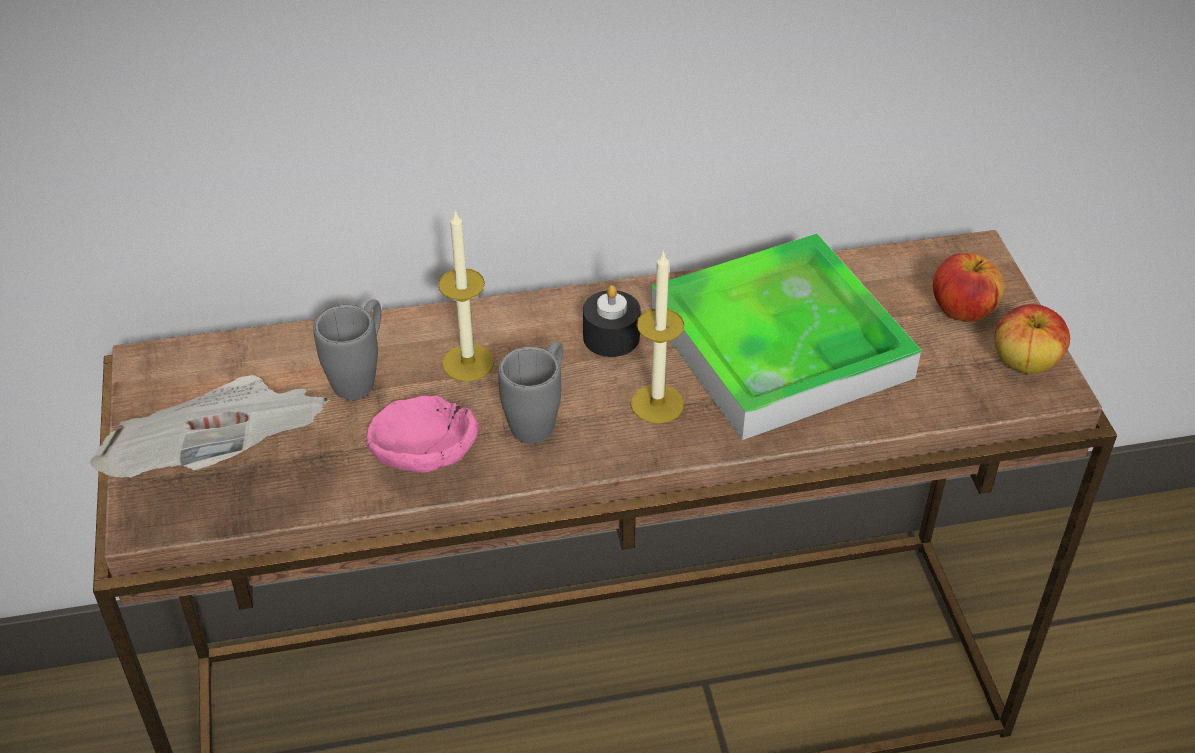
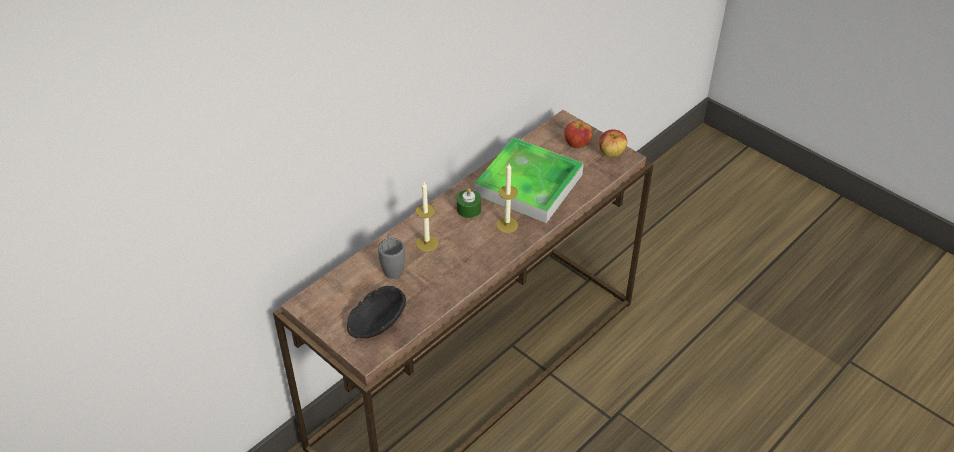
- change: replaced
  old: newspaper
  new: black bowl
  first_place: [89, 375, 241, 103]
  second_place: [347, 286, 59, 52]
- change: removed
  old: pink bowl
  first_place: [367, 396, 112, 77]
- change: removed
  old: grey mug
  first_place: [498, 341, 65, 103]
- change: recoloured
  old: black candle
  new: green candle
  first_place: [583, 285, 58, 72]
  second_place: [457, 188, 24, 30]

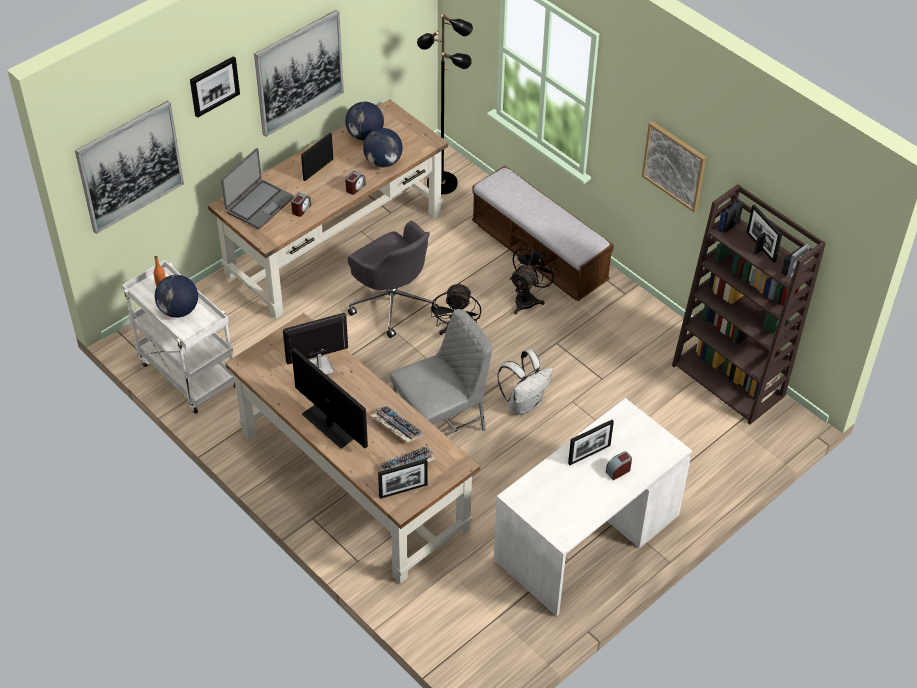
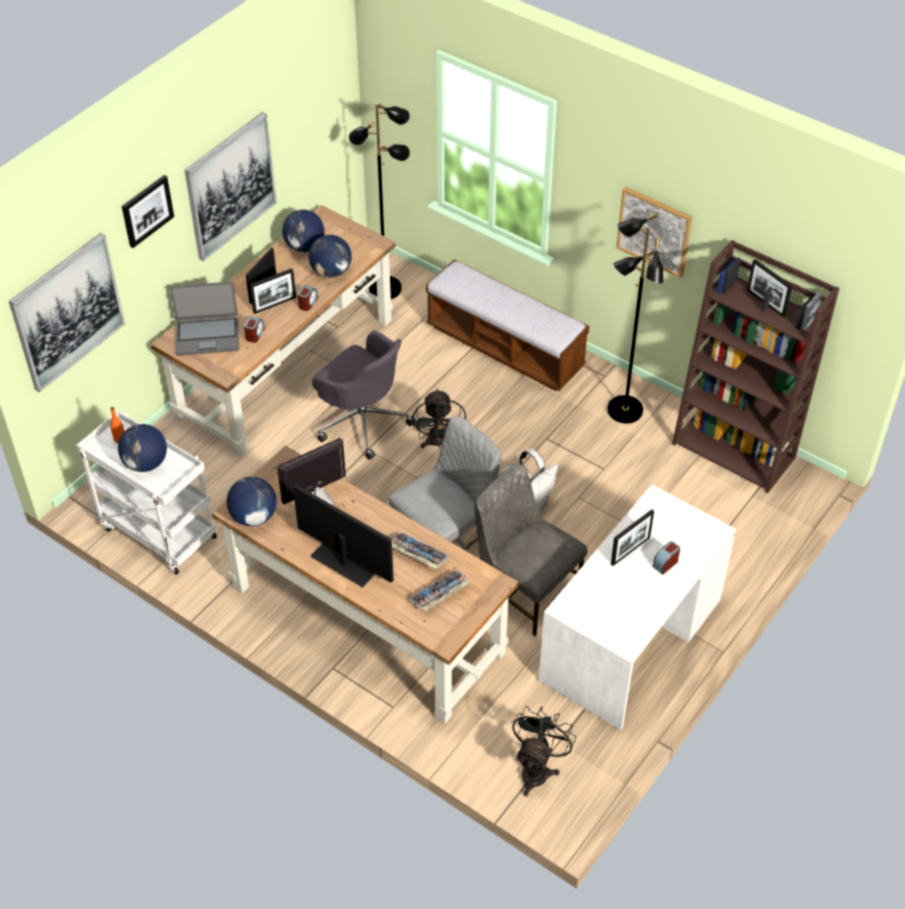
- change: turned
  old: laptop
  first_place: [221, 148, 73, 81]
  second_place: [170, 281, 69, 75]
  degrees: 60
- change: moved
  old: picture frame
  first_place: [378, 459, 50, 40]
  second_place: [249, 268, 47, 46]
- change: moved
  old: black fan
  first_place: [510, 243, 49, 72]
  second_place: [512, 706, 64, 91]
- change: added
  new: globe
  second_place: [227, 477, 50, 49]
- change: added
  new: grey chair
  second_place: [474, 464, 113, 172]
- change: added
  new: black floor lamp
  second_place: [608, 213, 55, 210]

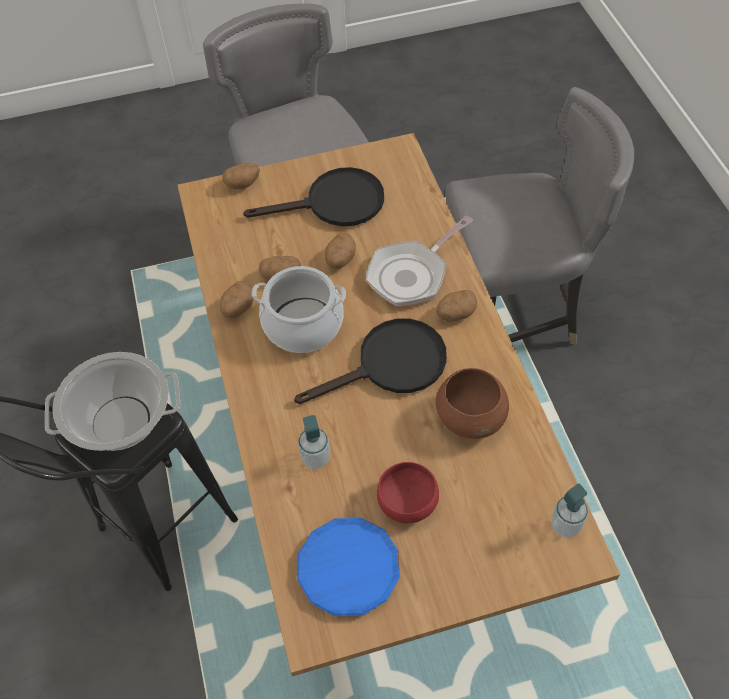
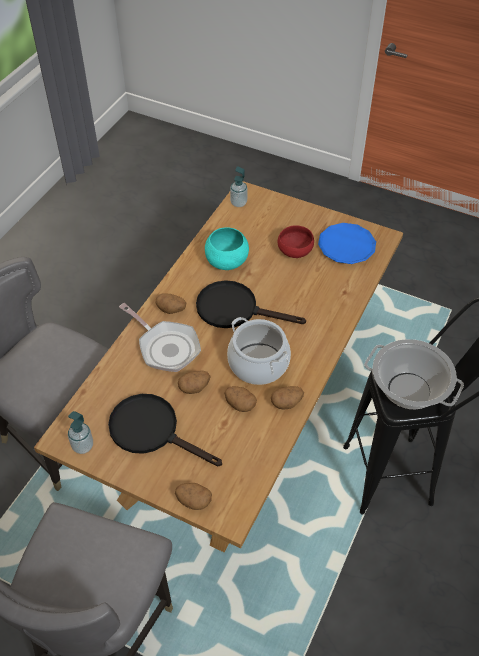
- change: moved
  old: soap dispenser
  first_place: [298, 415, 32, 54]
  second_place: [68, 411, 25, 43]
- change: turned
  old: frying pan
  first_place: [365, 216, 108, 91]
  second_place: [119, 303, 82, 69]
  degrees: 45
- change: recoloured
  old: brown bowl
  new: turquoise bowl
  first_place: [436, 368, 73, 71]
  second_place: [205, 227, 44, 43]

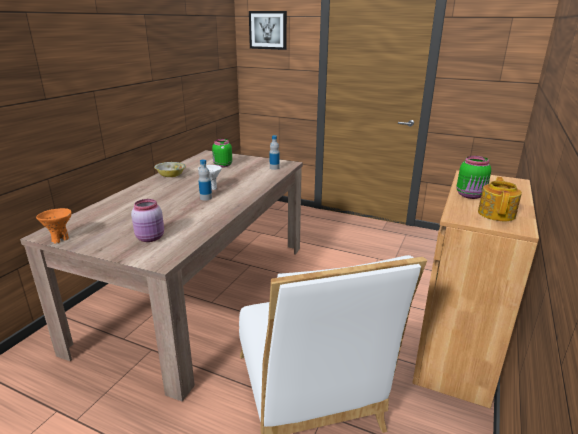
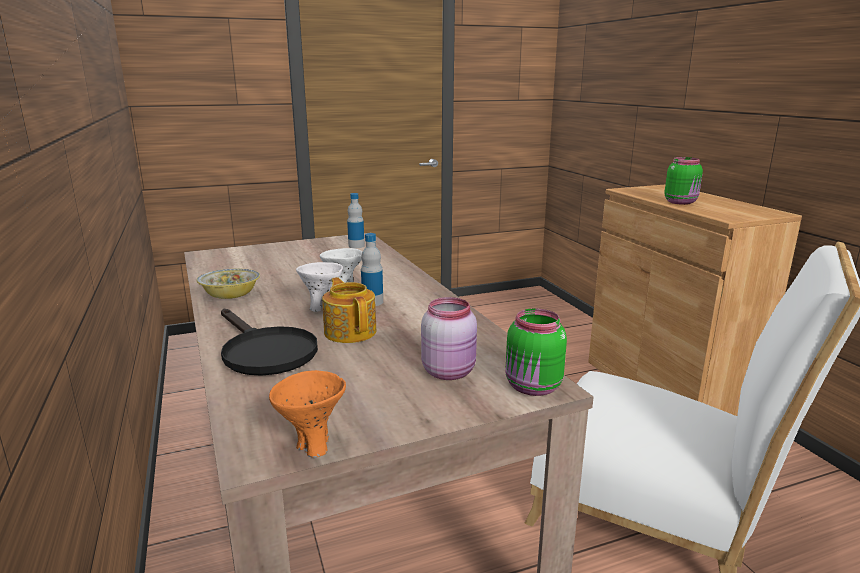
- change: moved
  old: green jar
  first_place: [212, 139, 20, 29]
  second_place: [505, 308, 62, 88]
- change: removed
  old: picture
  first_place: [249, 11, 38, 39]
- change: moved
  old: teapot
  first_place: [478, 177, 44, 44]
  second_place: [322, 277, 54, 66]
- change: added
  new: black frying pan
  second_place: [221, 309, 97, 67]
- change: added
  new: white bowl
  second_place: [296, 262, 47, 50]

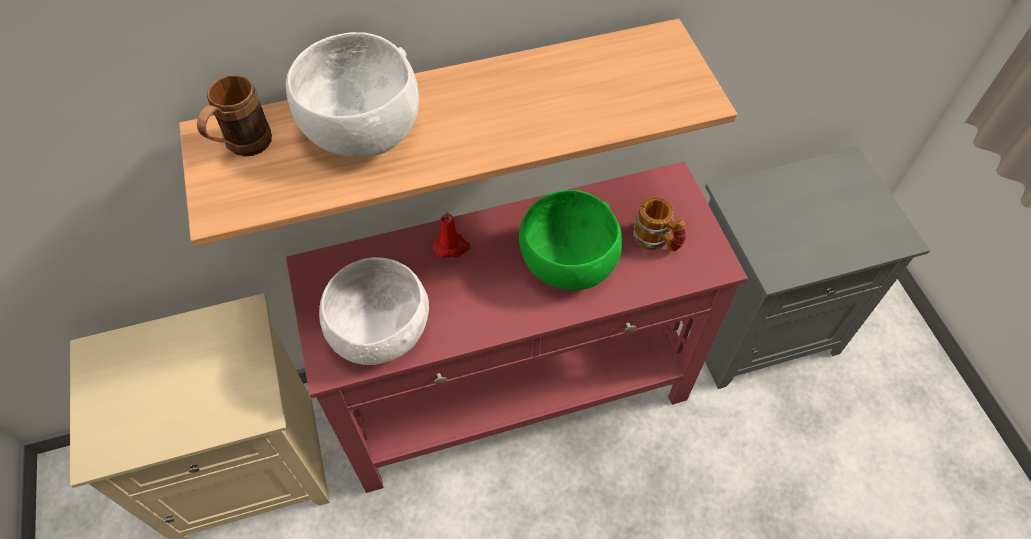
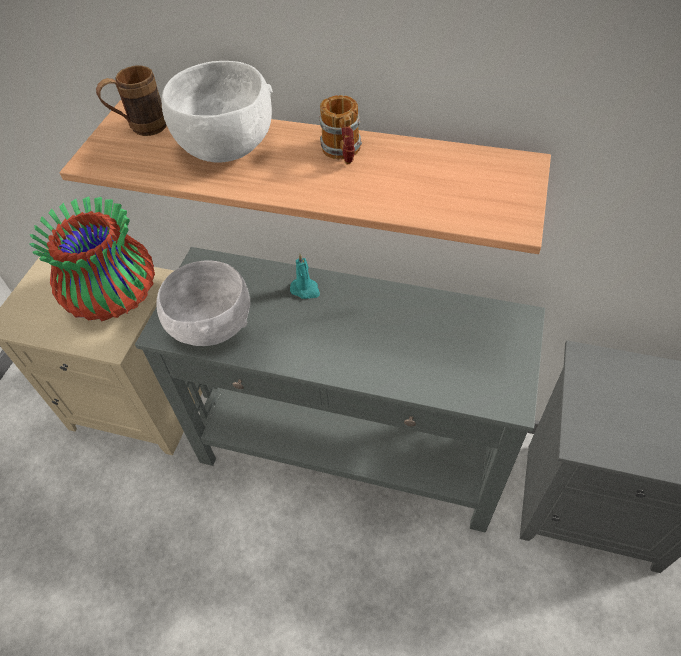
- change: recoloured
  old: red console table
  new: grey console table
  first_place: [286, 162, 462, 331]
  second_place: [135, 247, 410, 286]
- change: recoloured
  old: red candle
  new: turquoise candle
  first_place: [433, 211, 38, 47]
  second_place: [290, 254, 30, 45]
- change: removed
  old: green bowl
  first_place: [519, 190, 103, 100]
- change: moved
  old: mug
  first_place: [633, 197, 53, 55]
  second_place: [319, 95, 43, 70]
- change: added
  new: vase
  second_place: [29, 197, 126, 124]

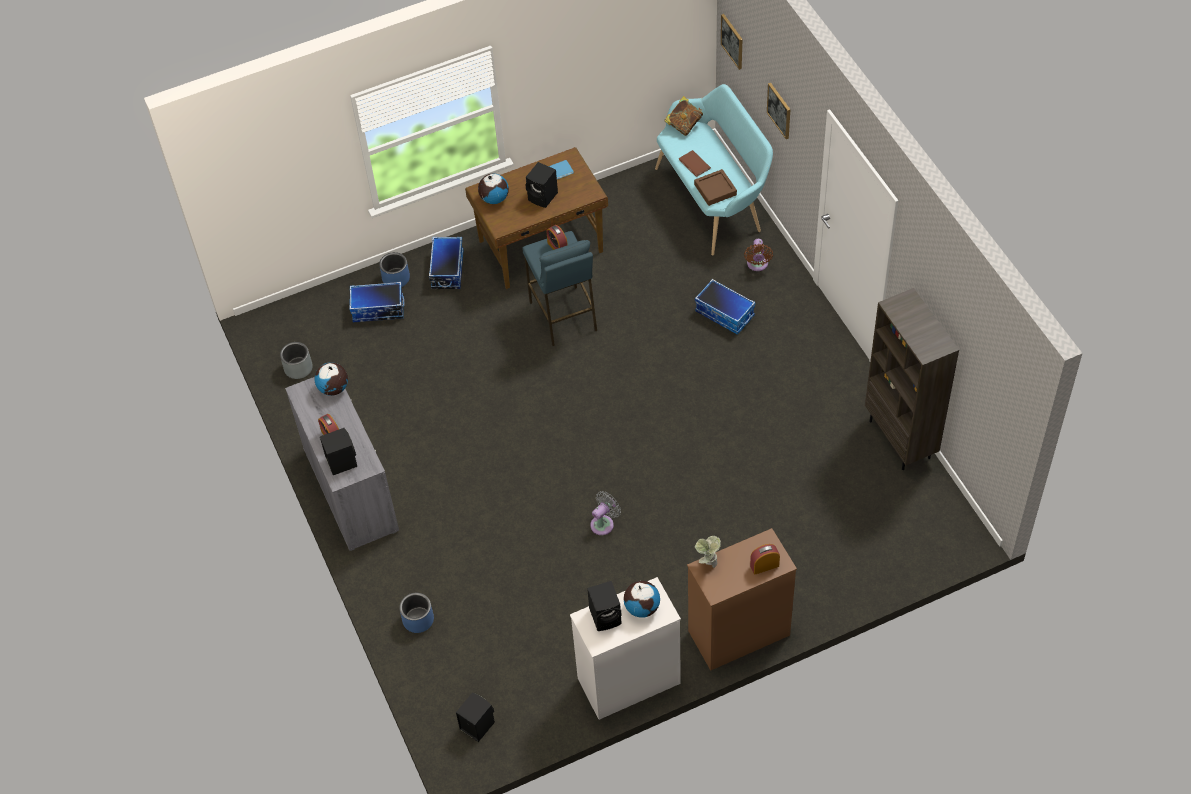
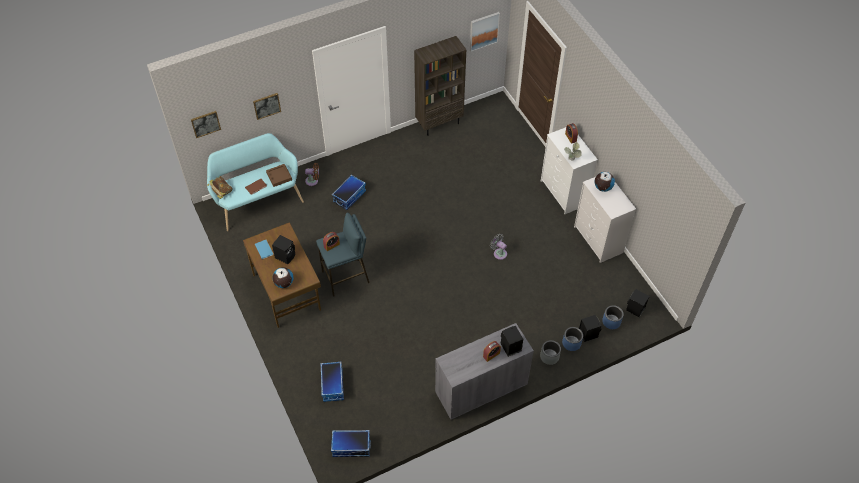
- change: moved
  old: grey planter
  first_place: [280, 342, 33, 37]
  second_place: [540, 340, 21, 25]
- change: removed
  old: globe
  first_place: [314, 362, 34, 34]
- change: moved
  old: blue planter
  first_place: [379, 252, 31, 35]
  second_place: [602, 305, 22, 24]
- change: moved
  old: storage box
  first_place: [429, 237, 34, 52]
  second_place: [331, 430, 40, 27]
- change: moved
  old: black speaker
  first_place: [587, 581, 35, 50]
  second_place: [579, 315, 22, 27]
- change: recoloured
  old: brown dresser
  new: white dresser
  first_place: [687, 528, 110, 143]
  second_place: [541, 127, 57, 87]
- change: added
  new: picture
  second_place: [470, 12, 30, 40]

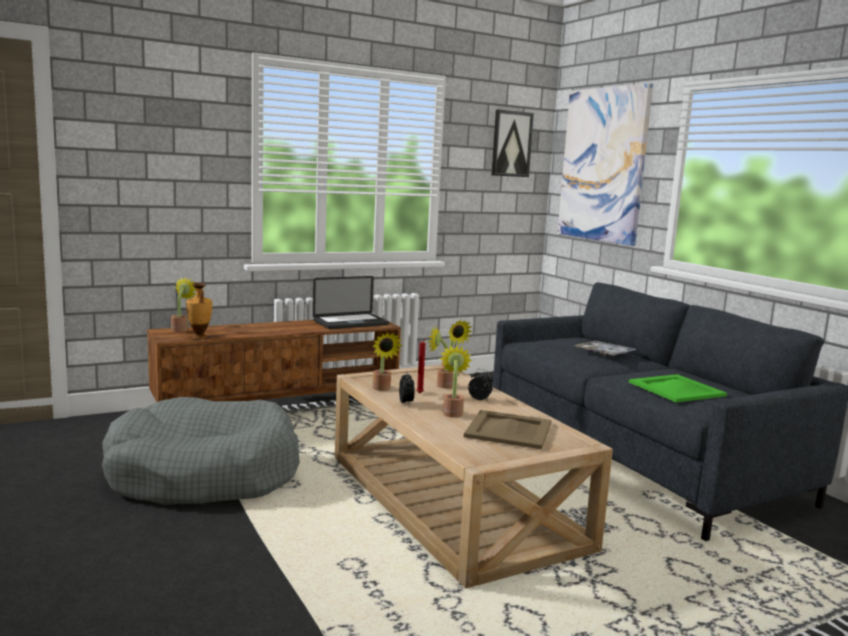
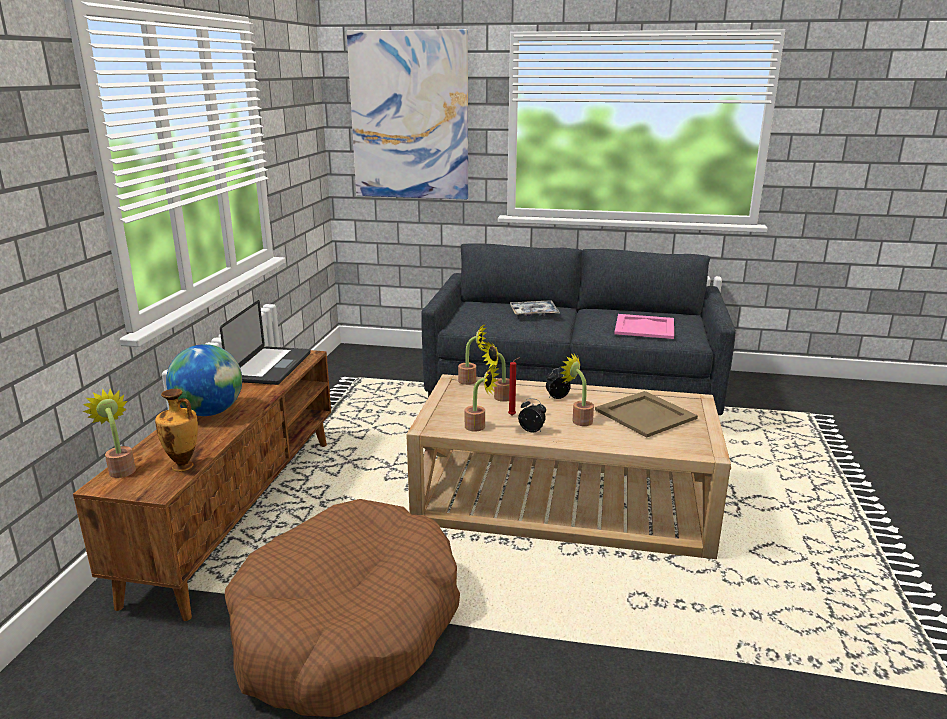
- change: recoloured
  old: grey dog bed
  new: brown dog bed
  first_place: [102, 397, 198, 108]
  second_place: [225, 499, 235, 218]
- change: removed
  old: picture
  first_place: [491, 109, 43, 68]
- change: recoloured
  old: green tray
  new: pink tray
  first_place: [629, 374, 98, 28]
  second_place: [614, 314, 60, 25]
- change: added
  new: globe
  second_place: [166, 344, 76, 72]

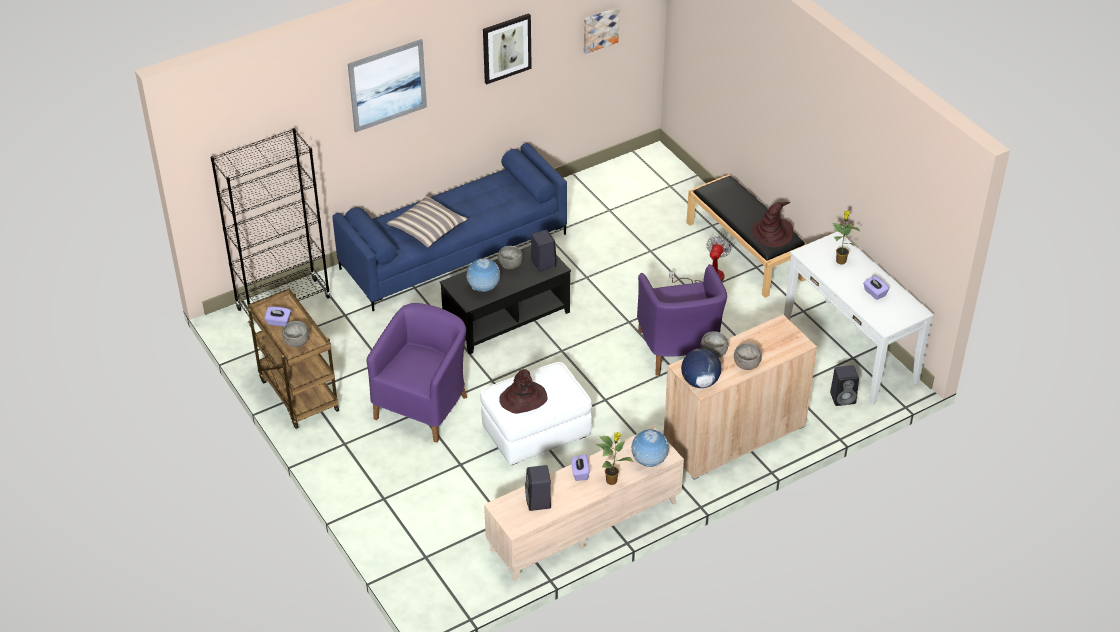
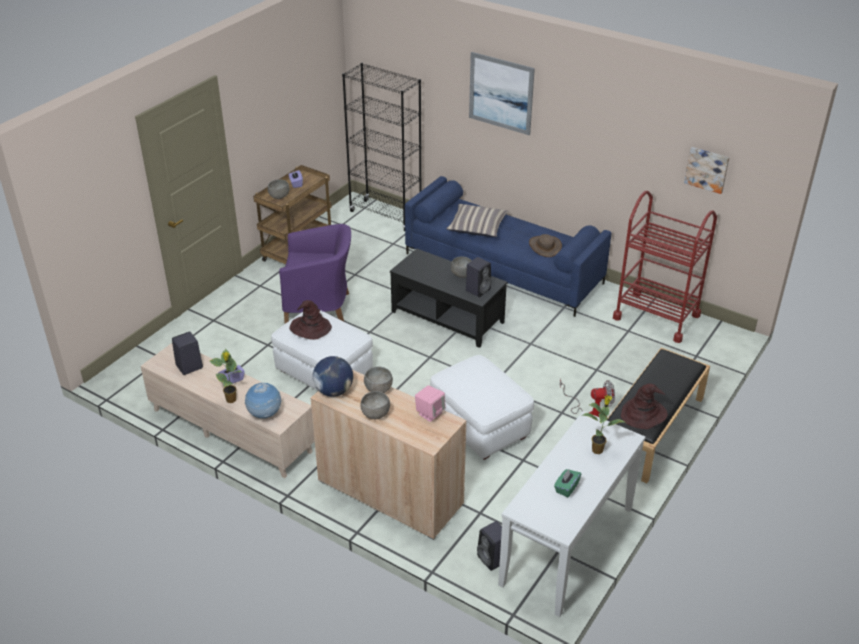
- change: removed
  old: globe
  first_place: [466, 258, 34, 34]
- change: removed
  old: picture
  first_place: [483, 13, 49, 71]
- change: replaced
  old: purple armchair
  new: white ottoman
  first_place: [637, 264, 90, 112]
  second_place: [430, 355, 104, 105]
- change: recoloured
  old: purple tissue box
  new: green tissue box
  first_place: [863, 275, 26, 25]
  second_place: [554, 469, 27, 28]
- change: added
  new: pink speaker
  second_place: [415, 385, 31, 37]
- change: added
  new: brown hat
  second_place: [529, 234, 33, 23]
- change: added
  new: red cart
  second_place: [613, 191, 104, 152]

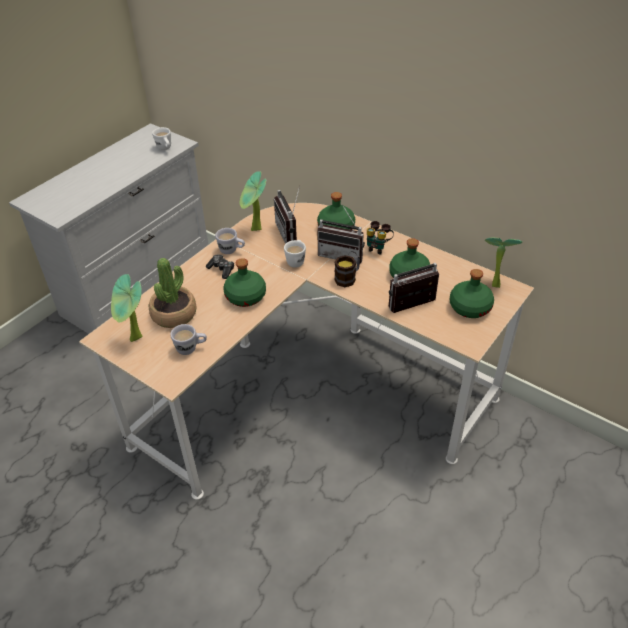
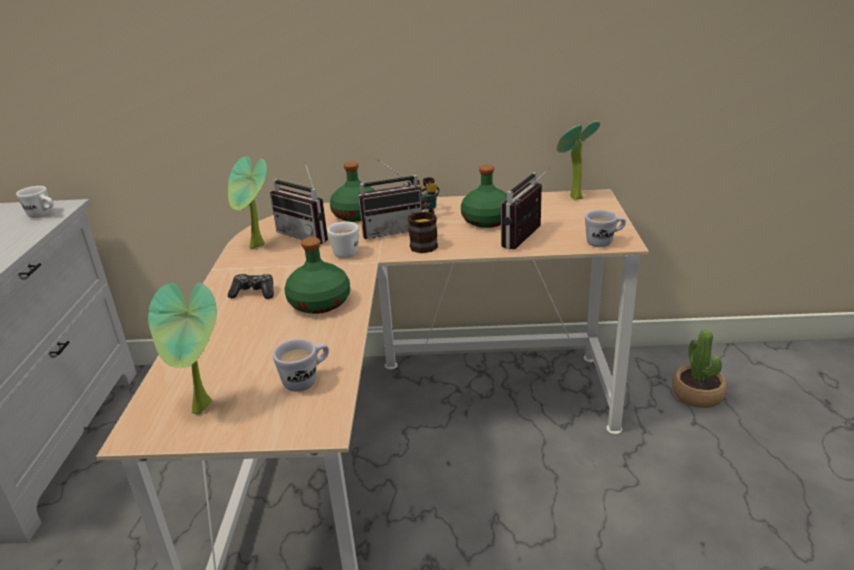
- change: moved
  old: potted plant
  first_place: [149, 258, 48, 70]
  second_place: [672, 329, 55, 79]
- change: moved
  old: white mug
  first_place: [215, 228, 30, 26]
  second_place: [585, 210, 41, 37]
- change: removed
  old: green bottle
  first_place: [450, 269, 44, 49]

